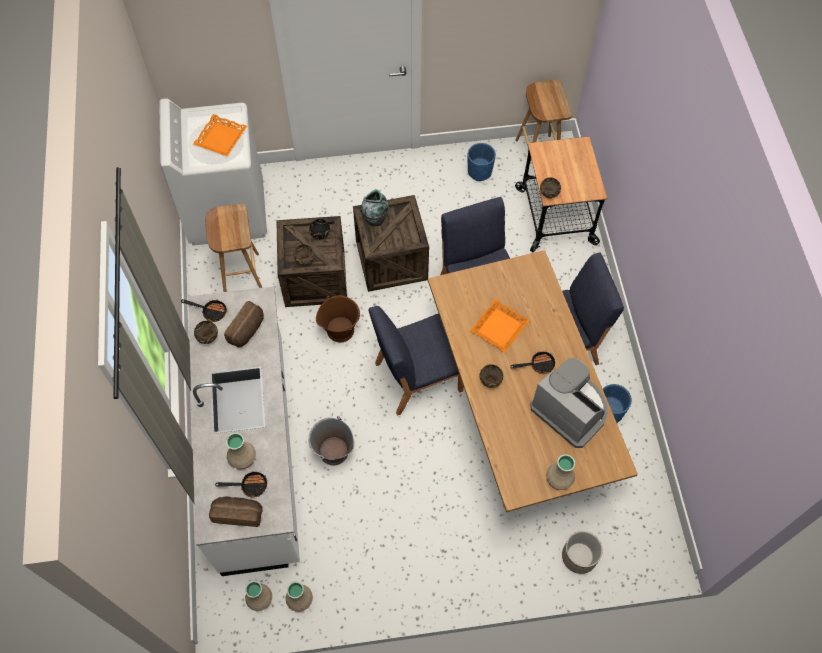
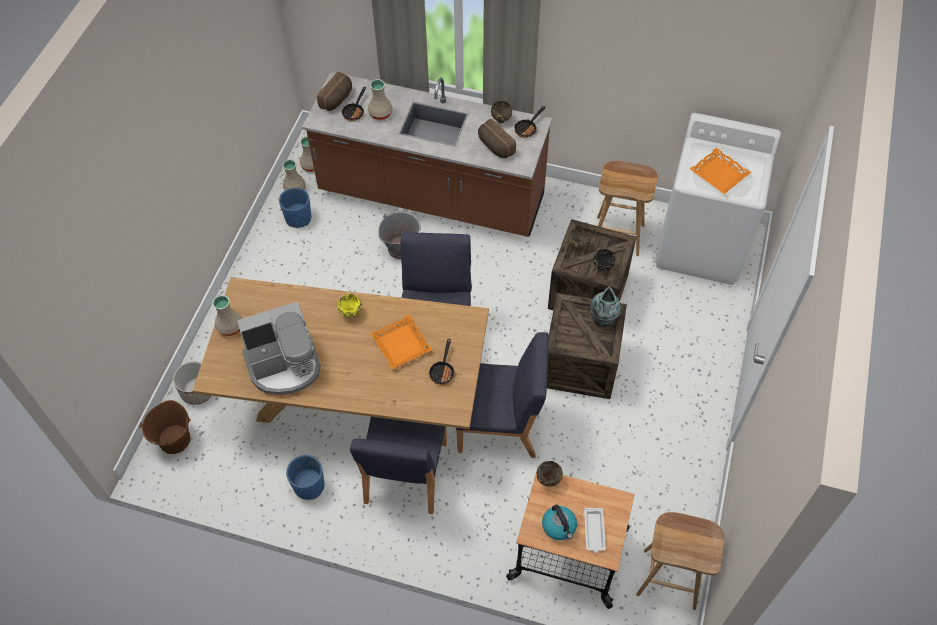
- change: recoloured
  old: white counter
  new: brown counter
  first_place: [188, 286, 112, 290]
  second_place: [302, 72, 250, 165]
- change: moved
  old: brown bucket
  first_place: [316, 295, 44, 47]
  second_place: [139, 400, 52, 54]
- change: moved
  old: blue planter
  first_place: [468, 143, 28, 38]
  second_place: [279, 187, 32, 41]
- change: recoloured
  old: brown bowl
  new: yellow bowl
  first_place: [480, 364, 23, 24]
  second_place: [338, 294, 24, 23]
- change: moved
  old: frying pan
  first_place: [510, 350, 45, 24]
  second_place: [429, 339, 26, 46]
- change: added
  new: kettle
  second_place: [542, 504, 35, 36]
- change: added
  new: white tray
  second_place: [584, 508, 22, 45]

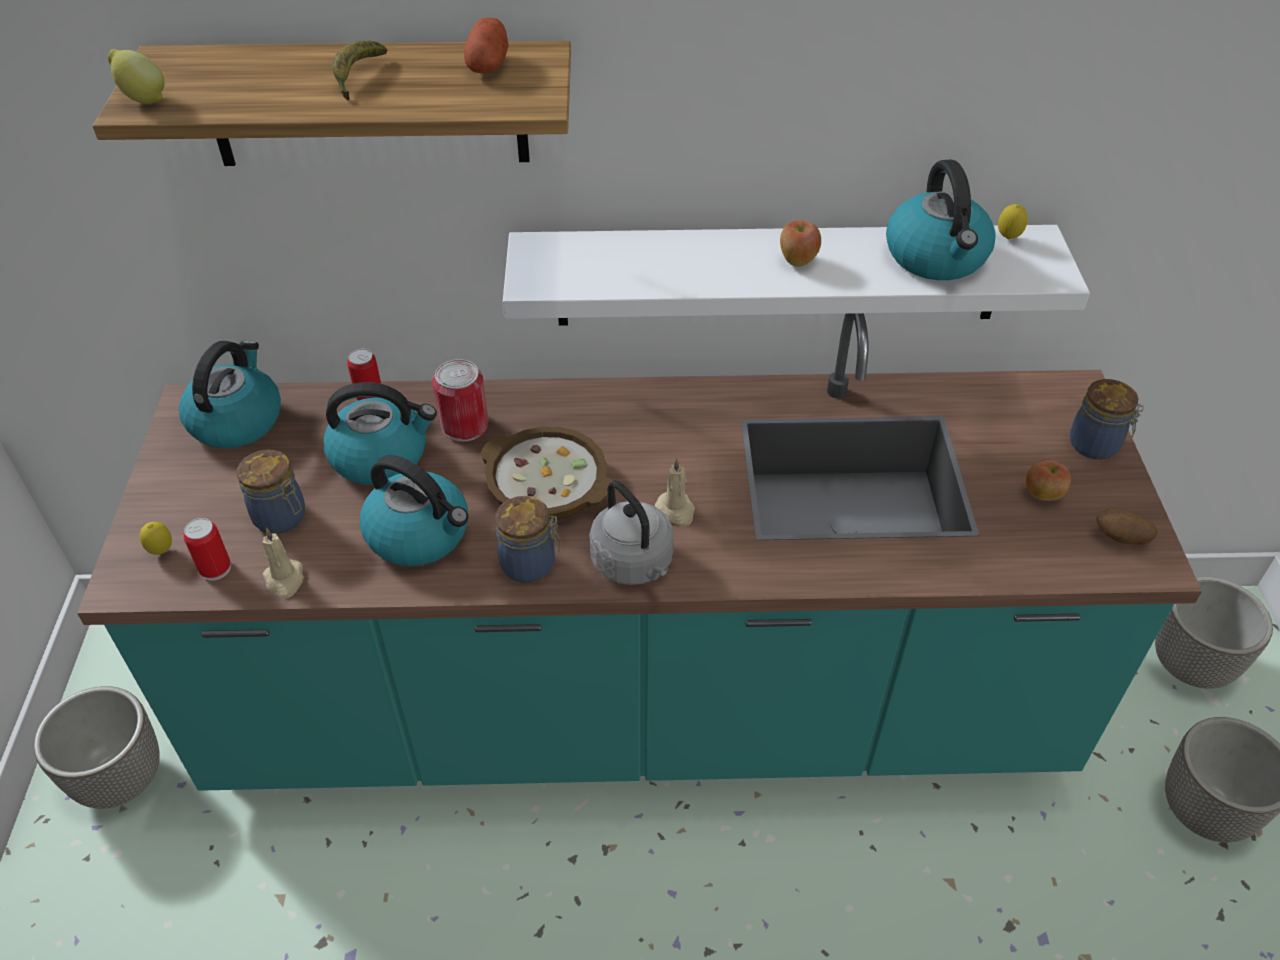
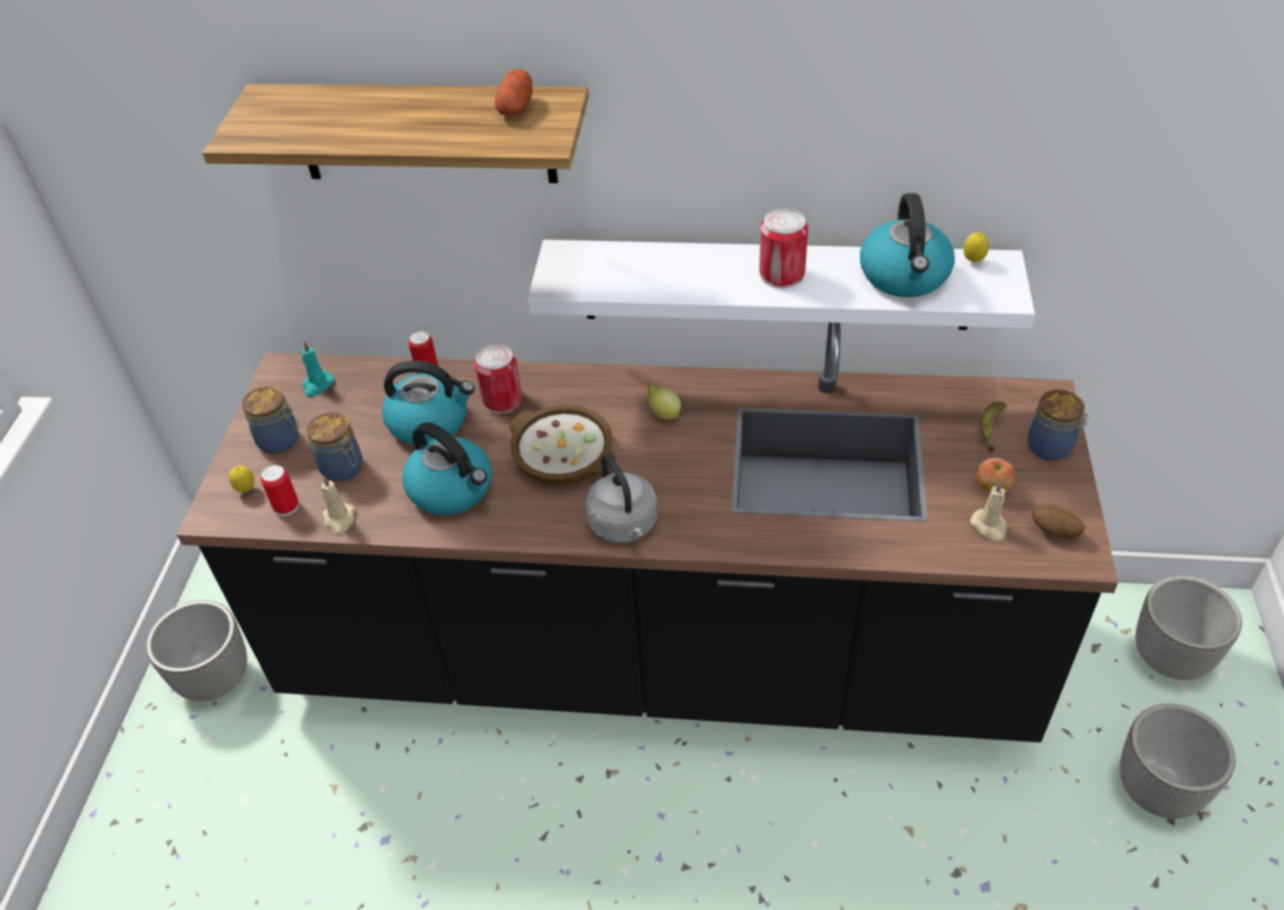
- change: recoloured
  old: turquoise counter
  new: black counter
  first_place: [77, 313, 1125, 478]
  second_place: [177, 323, 941, 419]
- change: moved
  old: lemon
  first_place: [108, 49, 57, 55]
  second_place: [647, 385, 34, 35]
- change: replaced
  old: kettle
  new: turquoise candle
  first_place: [179, 340, 102, 108]
  second_place: [301, 342, 33, 55]
- change: moved
  old: banana
  first_place: [332, 41, 55, 60]
  second_place: [980, 401, 27, 51]
- change: moved
  old: jar
  first_place: [495, 496, 66, 87]
  second_place: [242, 386, 57, 68]
- change: moved
  old: beige candle
  first_place: [655, 458, 40, 68]
  second_place: [970, 481, 38, 60]
- change: replaced
  old: apple
  new: can
  first_place: [780, 220, 41, 47]
  second_place: [759, 208, 49, 80]

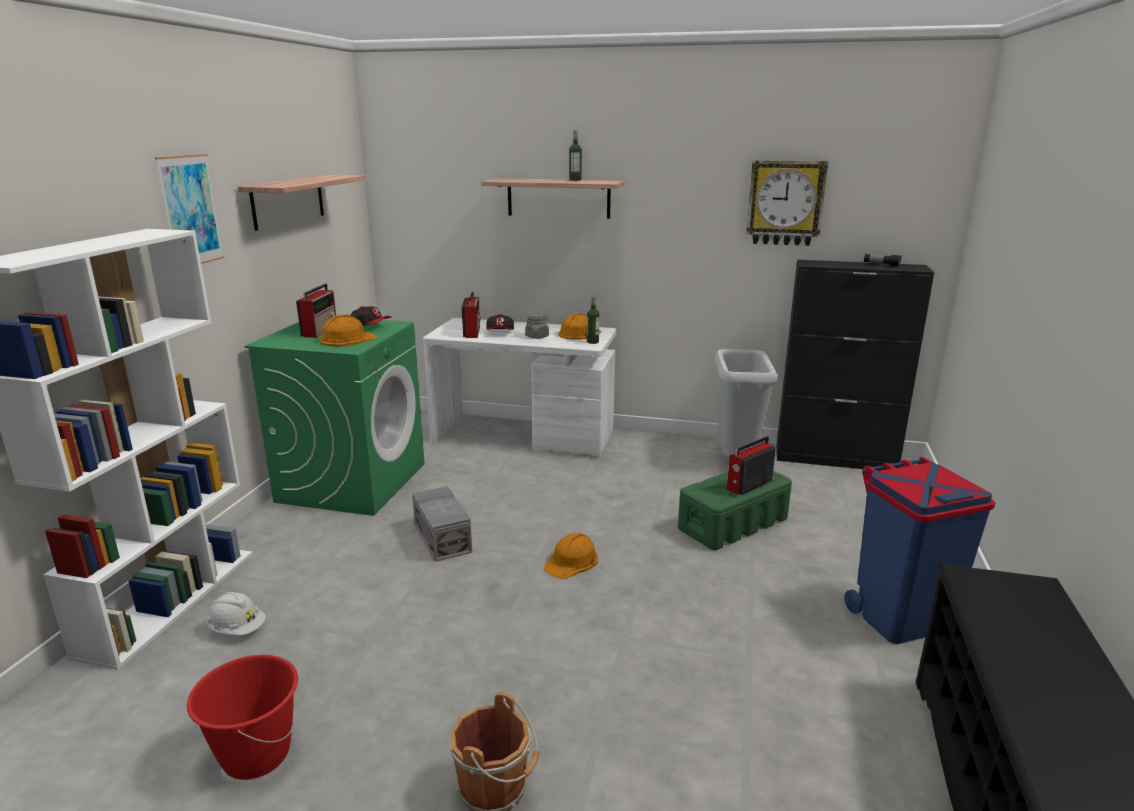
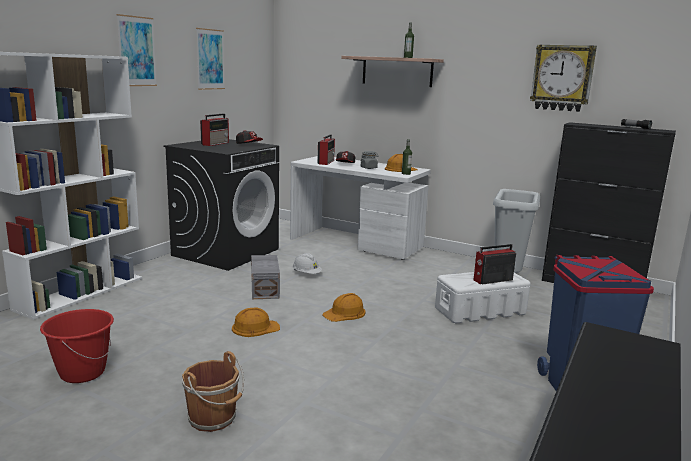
- change: moved
  old: white hard hat
  first_place: [207, 592, 59, 43]
  second_place: [293, 253, 29, 21]
- change: replaced
  old: shelf
  new: picture
  first_place: [238, 175, 127, 56]
  second_place: [196, 28, 29, 62]
- change: recoloured
  old: green washing machine
  new: black washing machine
  first_place: [245, 320, 180, 196]
  second_place: [164, 139, 115, 132]
- change: moved
  old: orange hard hat
  first_place: [320, 314, 58, 32]
  second_place: [232, 307, 48, 30]
- change: recoloured
  old: green storage box
  new: white storage box
  first_place: [678, 471, 114, 79]
  second_place: [435, 272, 95, 51]

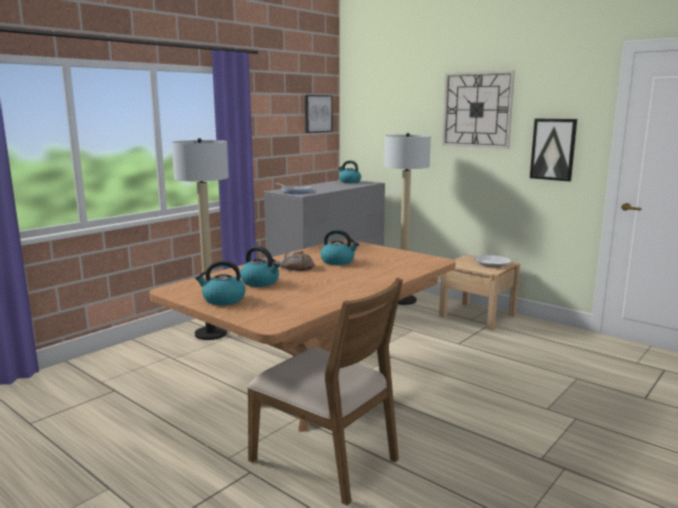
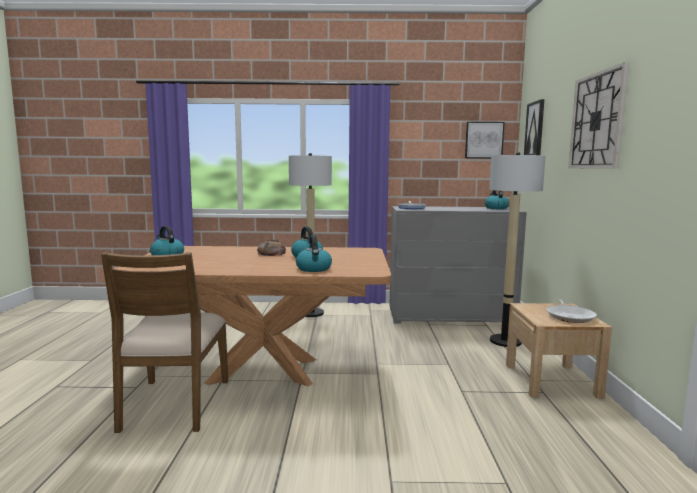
- change: moved
  old: kettle
  first_place: [240, 246, 40, 41]
  second_place: [296, 235, 36, 37]
- change: moved
  old: picture
  first_place: [530, 118, 47, 63]
  second_place: [524, 99, 20, 56]

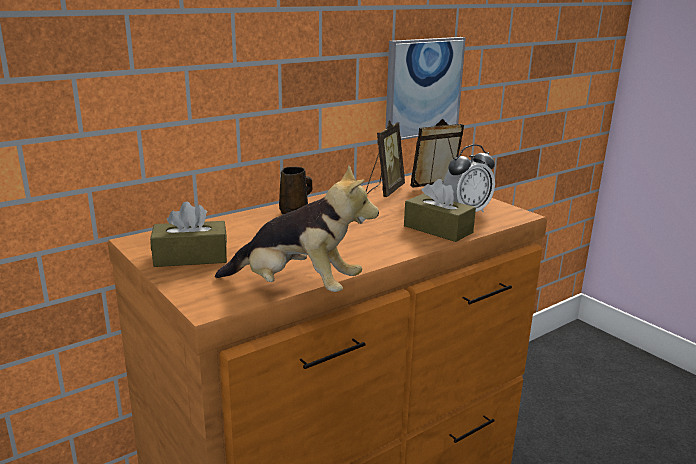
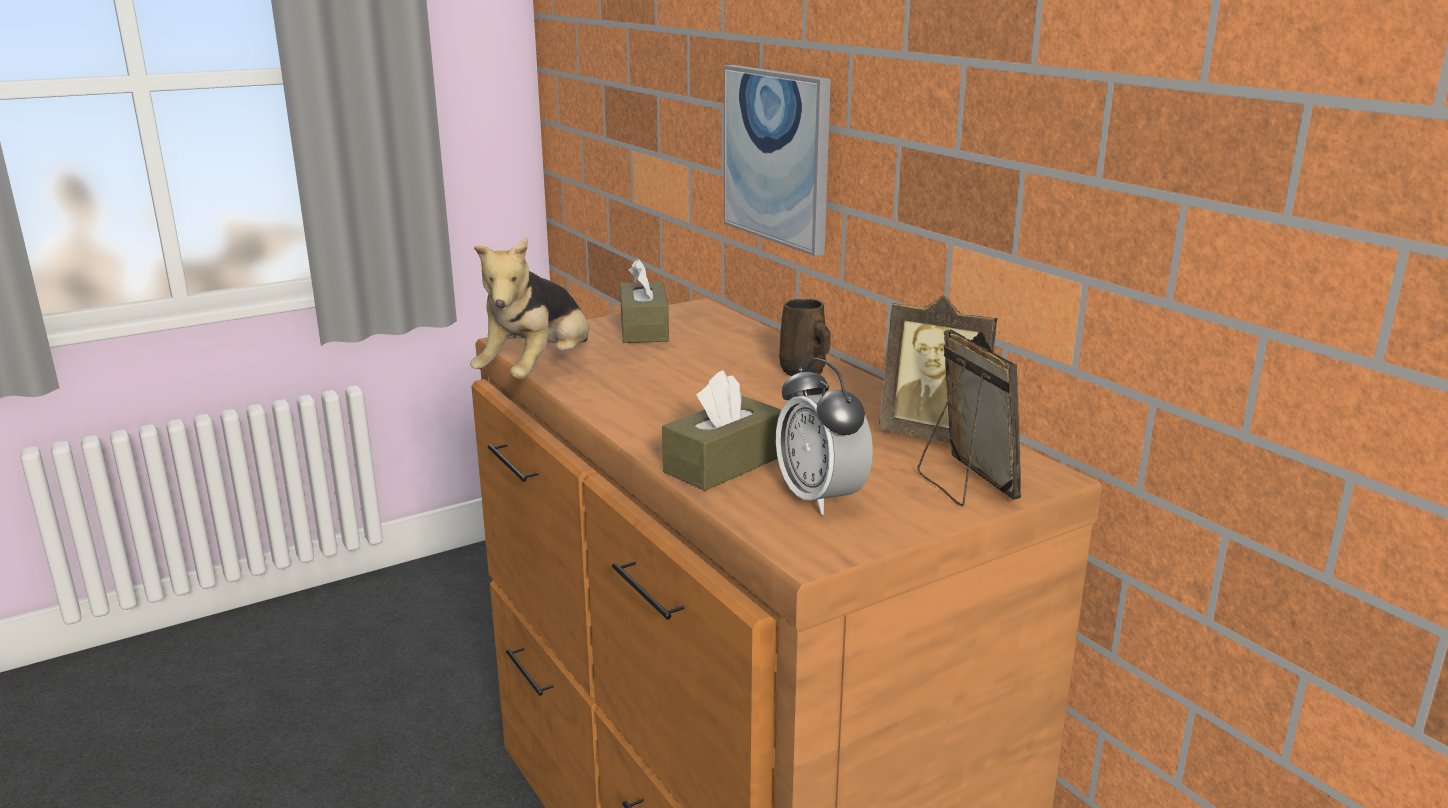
- change: moved
  old: picture
  first_place: [385, 37, 81, 103]
  second_place: [724, 65, 107, 191]

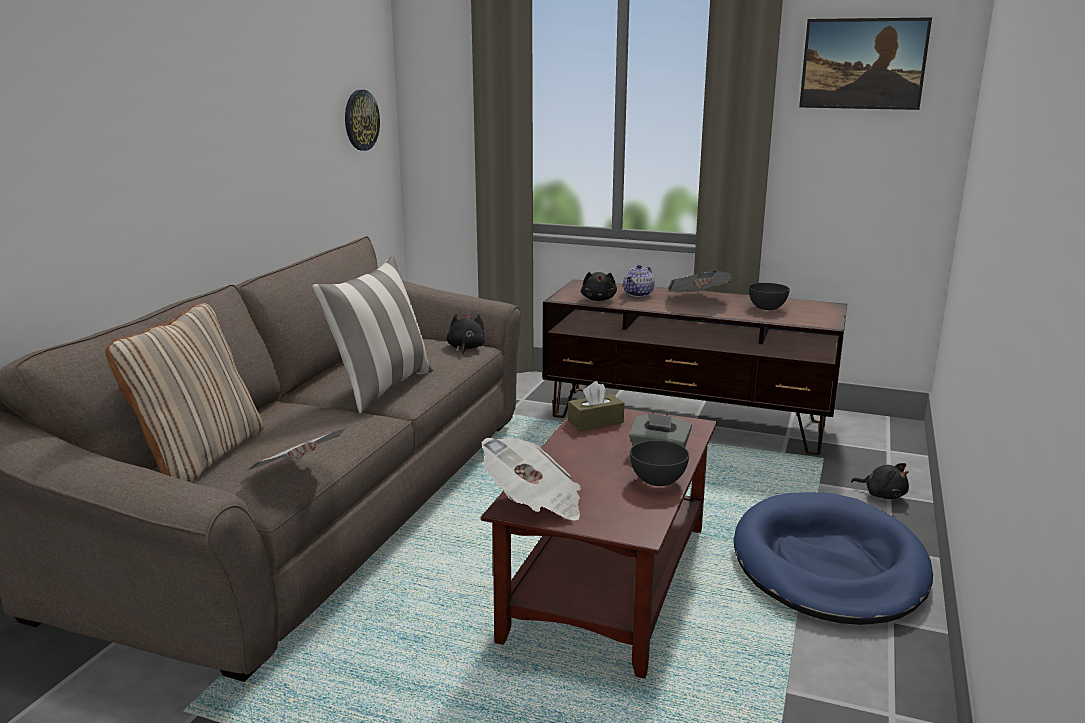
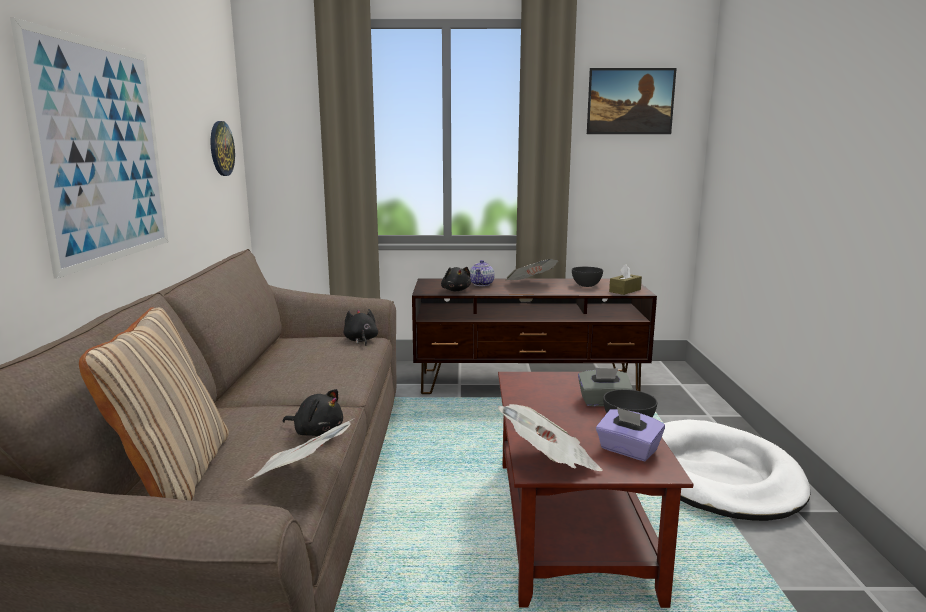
- change: removed
  old: pillow
  first_place: [313, 256, 120, 157]
- change: moved
  old: brown tissue box
  first_place: [568, 381, 56, 50]
  second_place: [609, 264, 33, 31]
- change: recoloured
  old: blue dog bed
  new: white dog bed
  first_place: [733, 492, 200, 133]
  second_place: [662, 419, 149, 102]
- change: moved
  old: black plush toy
  first_place: [851, 463, 58, 36]
  second_place: [283, 389, 60, 47]
- change: added
  new: picture
  second_place: [10, 18, 158, 261]
- change: added
  new: purple tissue box
  second_place: [596, 407, 69, 54]

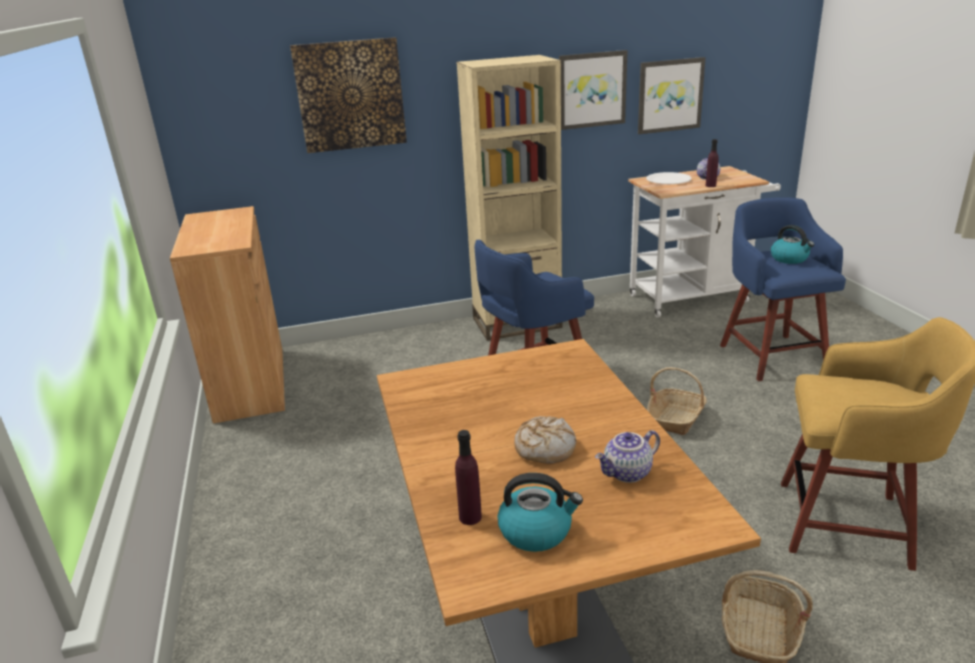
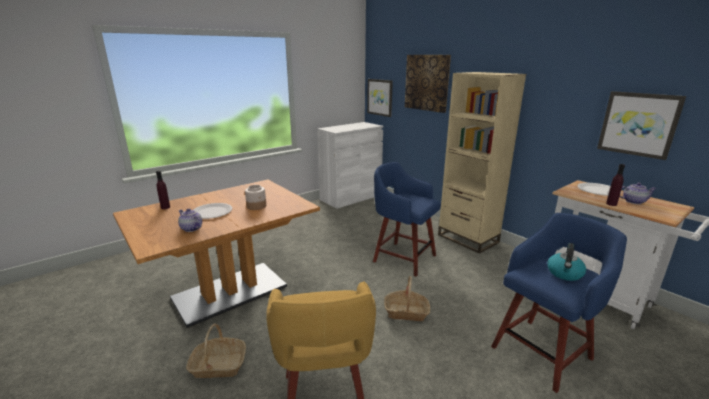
- change: recoloured
  old: brown cabinet
  new: white cabinet
  first_place: [170, 206, 115, 218]
  second_place: [317, 122, 66, 87]
- change: removed
  old: kettle
  first_place: [498, 473, 85, 79]
- change: replaced
  old: bread
  new: white plate
  first_place: [514, 416, 62, 48]
  second_place: [193, 203, 39, 16]
- change: moved
  old: picture
  first_place: [559, 50, 69, 80]
  second_place: [367, 79, 26, 38]
- change: added
  new: jar
  second_place: [245, 185, 21, 25]

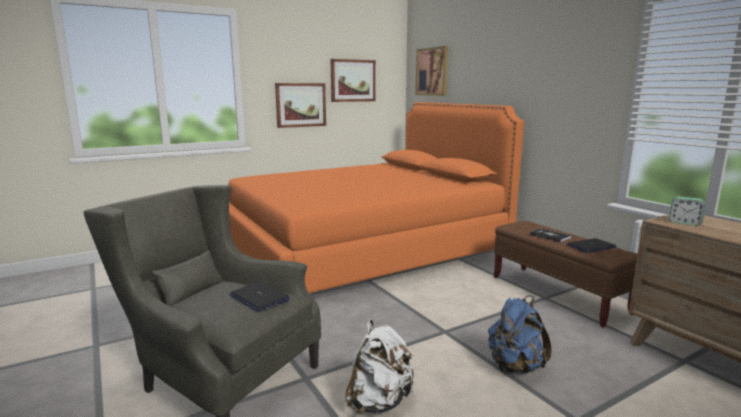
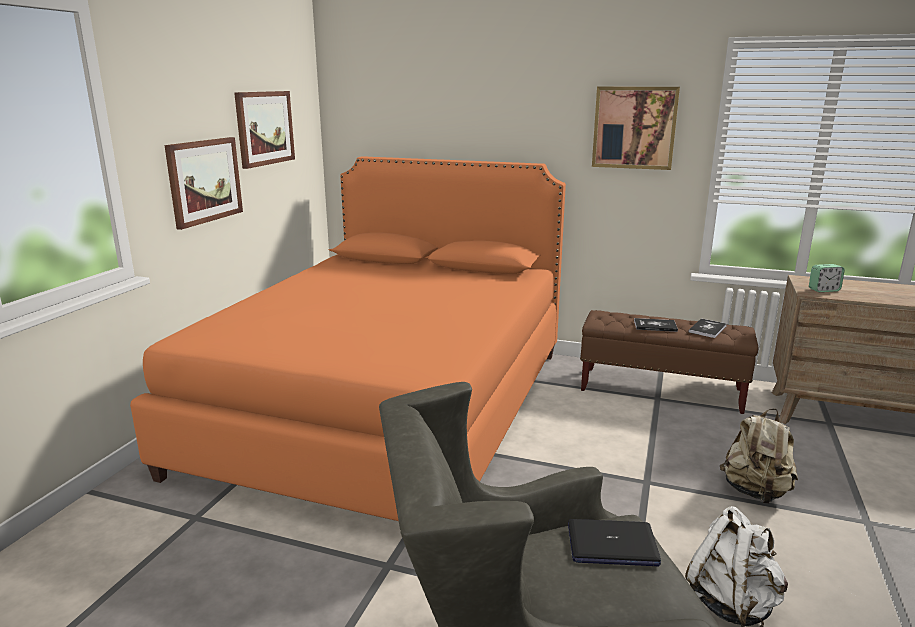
- change: moved
  old: picture
  first_place: [415, 46, 33, 50]
  second_place: [592, 87, 88, 83]
- change: recoloured
  old: blue backpack
  new: beige backpack
  first_place: [488, 295, 63, 79]
  second_place: [720, 409, 78, 95]
- change: replaced
  old: laptop
  new: book
  first_place: [567, 238, 50, 15]
  second_place: [688, 319, 39, 19]

